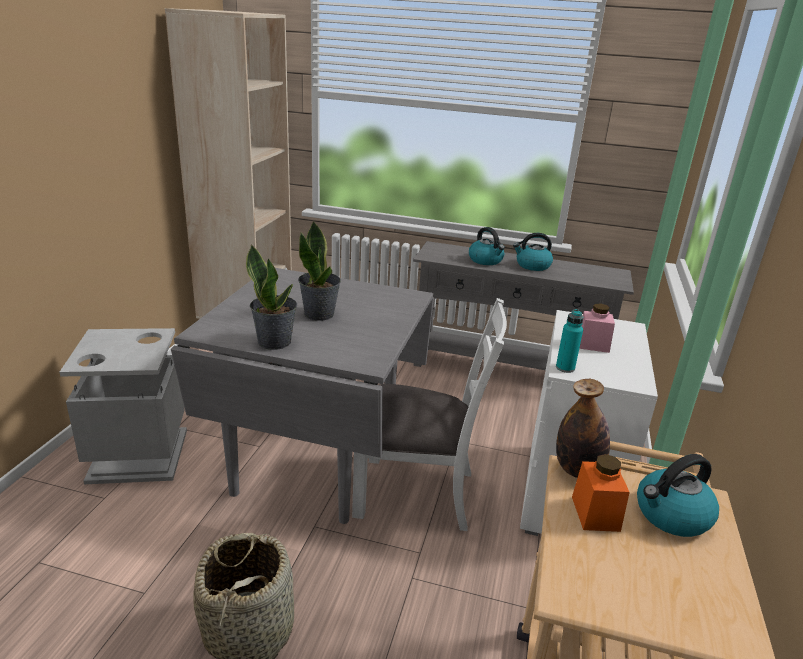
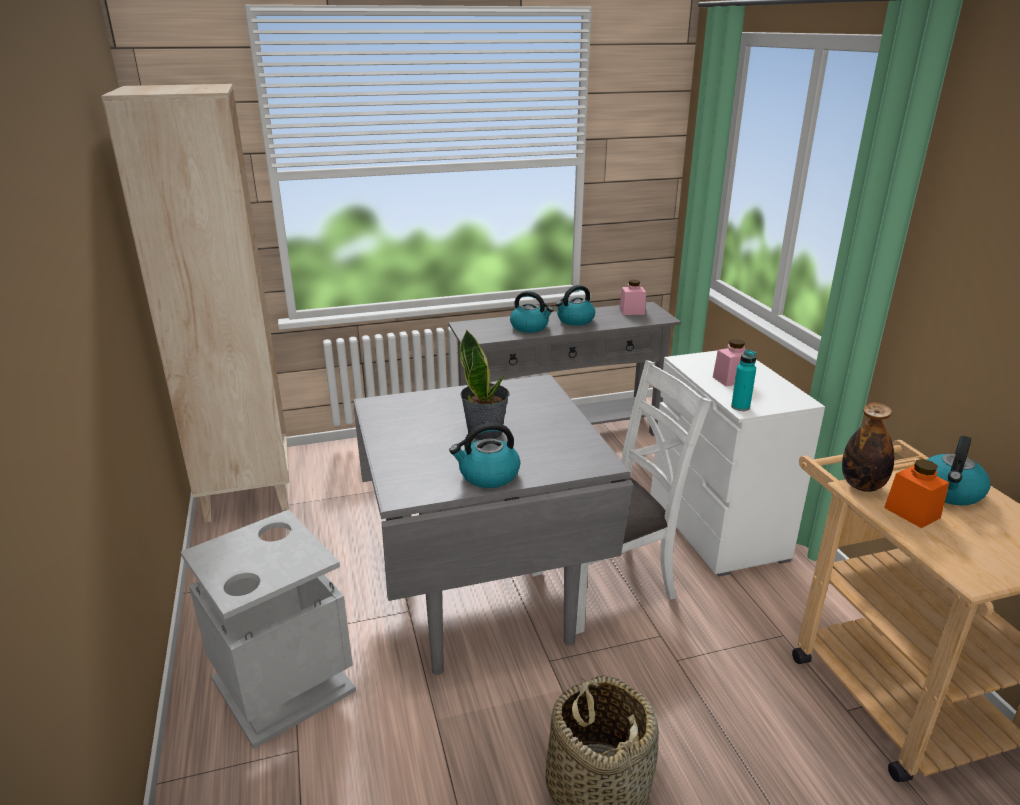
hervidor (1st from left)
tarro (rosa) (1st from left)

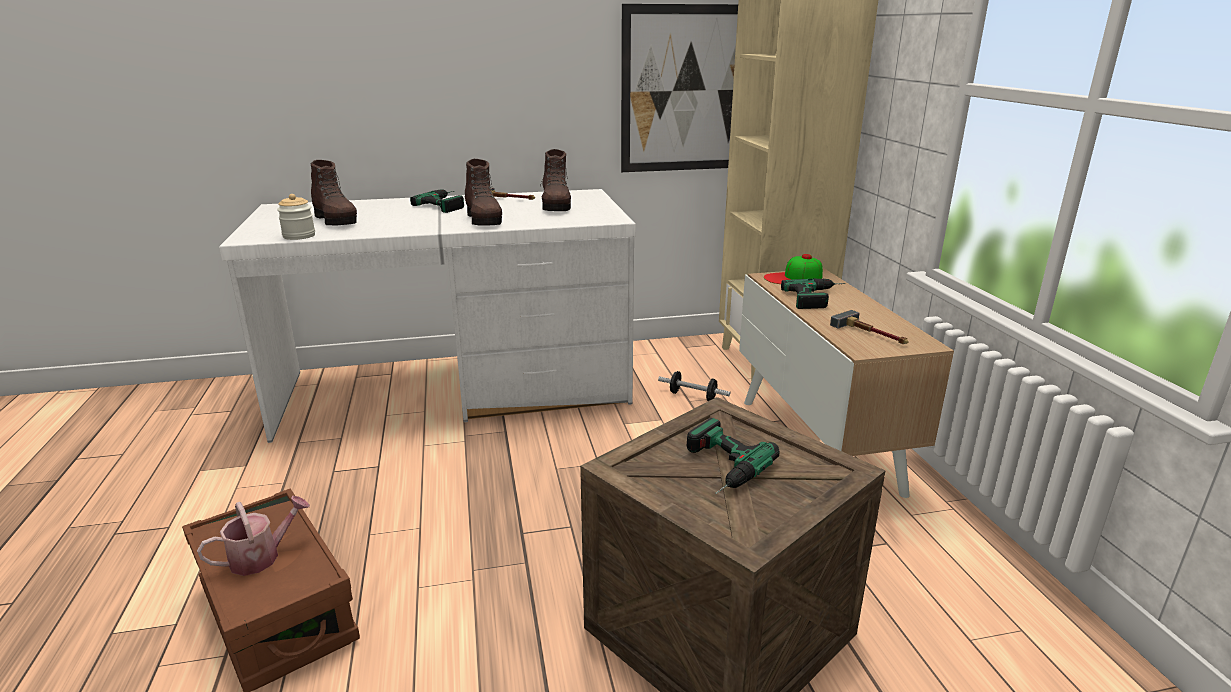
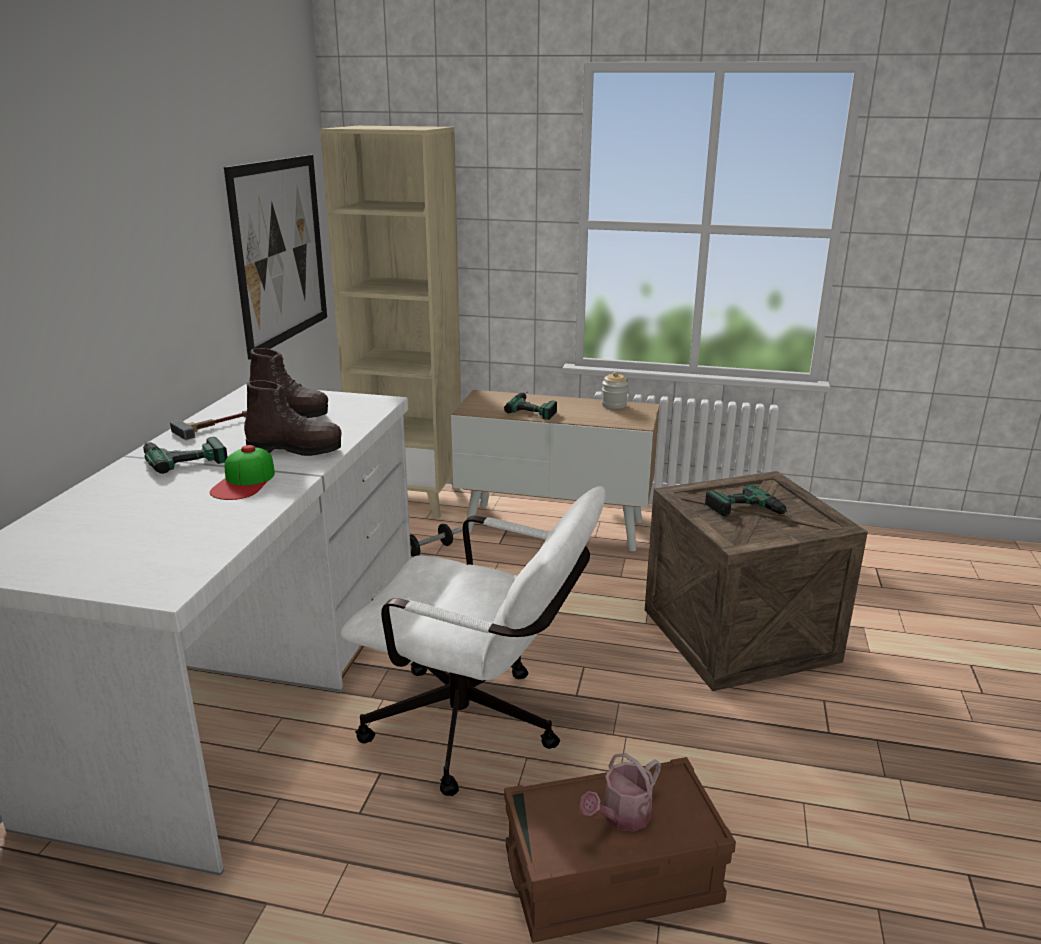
regadera
tarro
bota (marrón) (1st from left in the first image)
gorra
martillo (2nd from left in the first image)
silla de oficina (blanco)

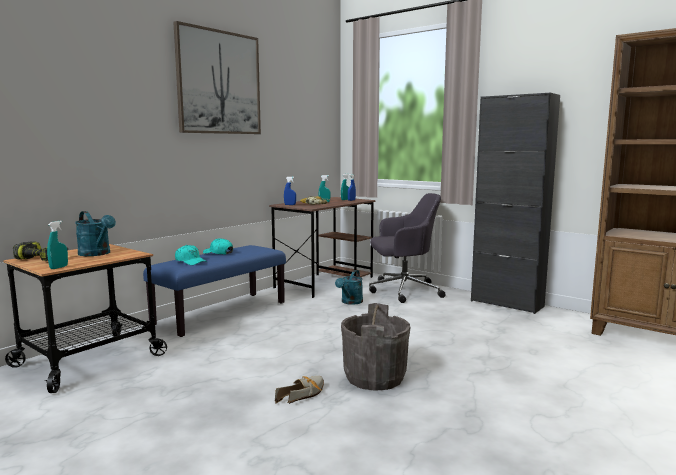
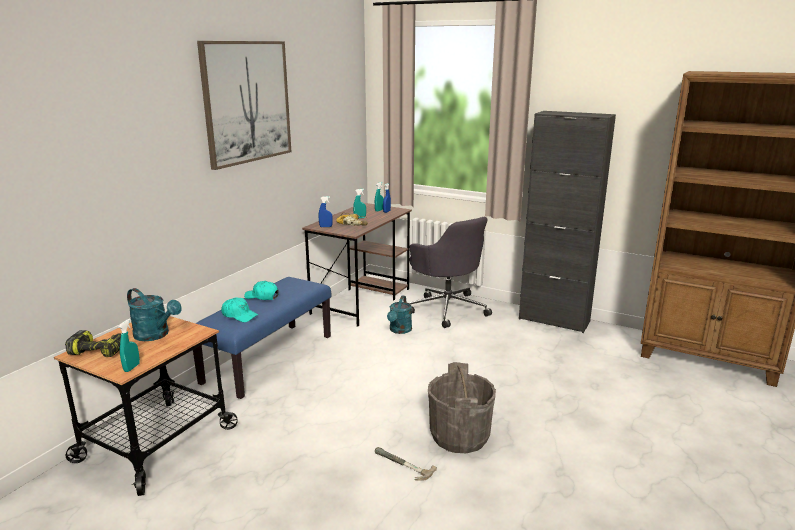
martillo
silla de oficina (gris)

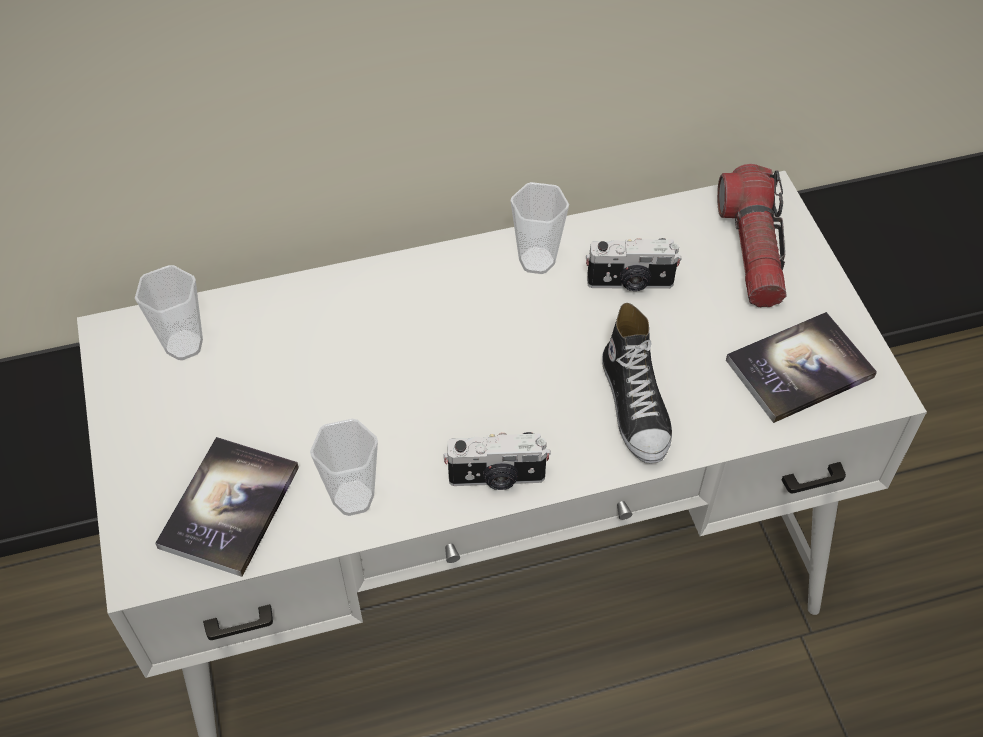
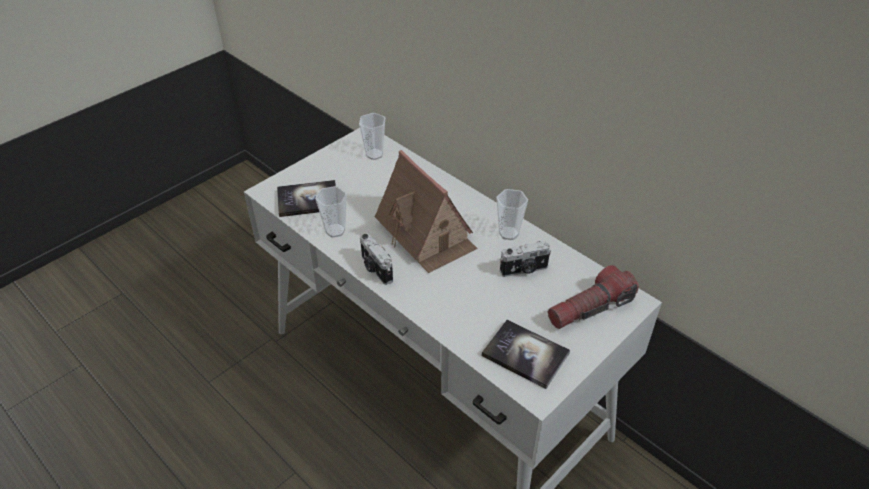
cámara (2nd from left)
zapato
casita

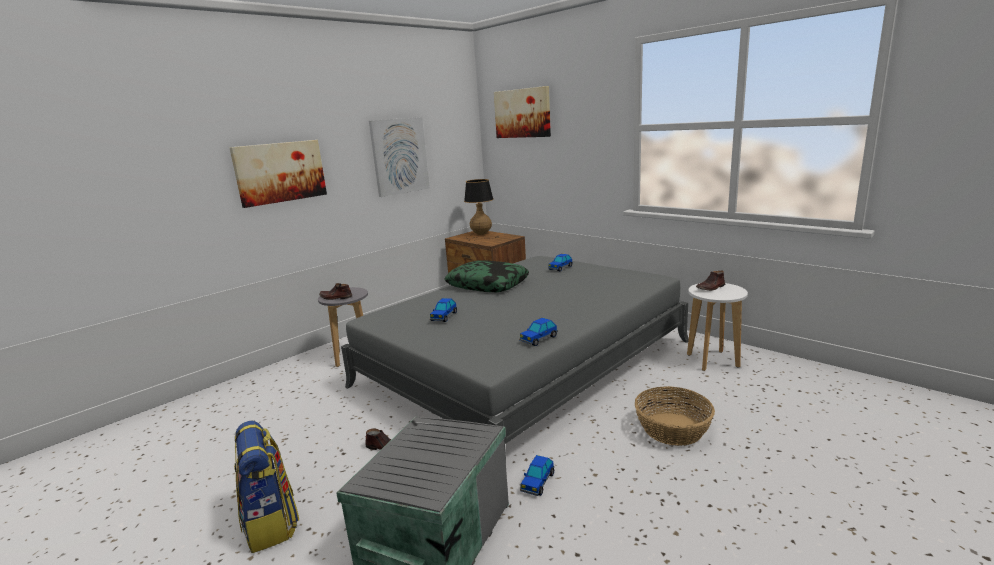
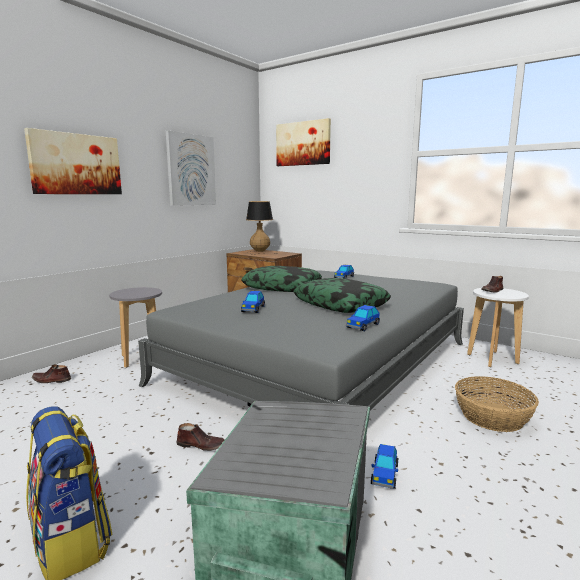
zapato (marrón) (1st from left)
cojín (2nd from left)

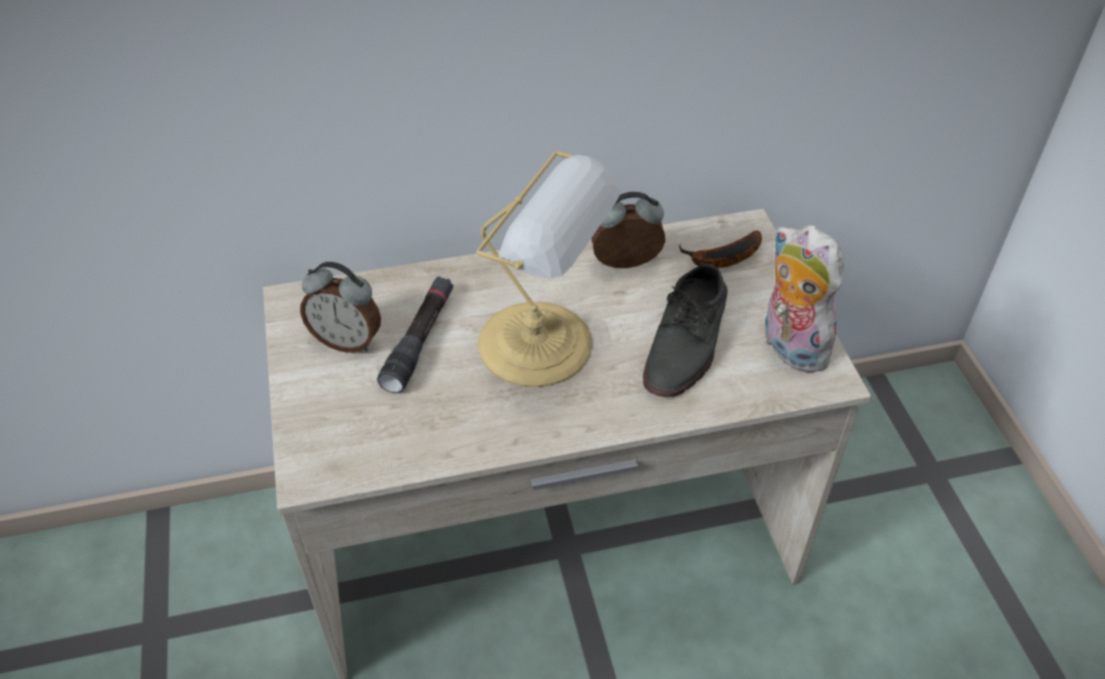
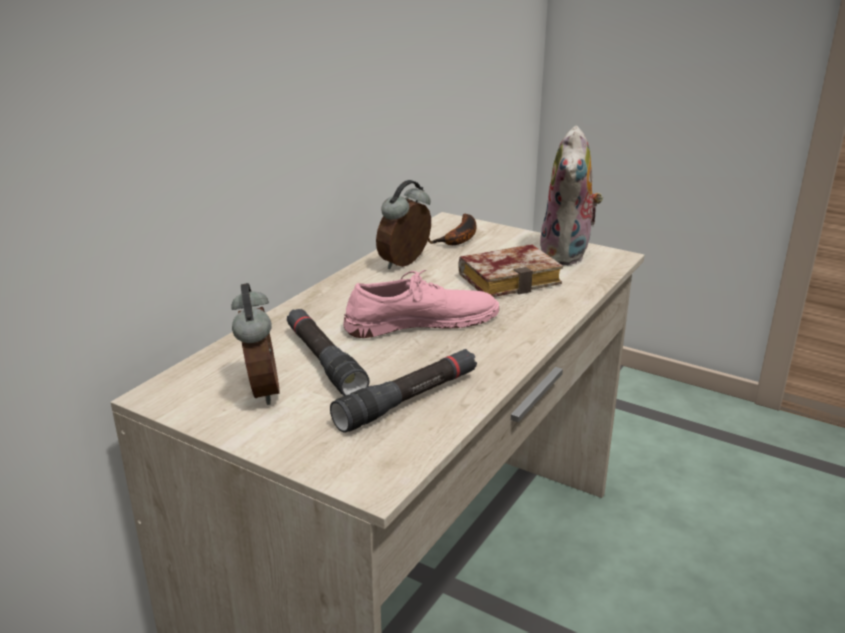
despertador (1st from left)
zapato (rosa)
libro
peluche
linterna (negro) (2nd from left)

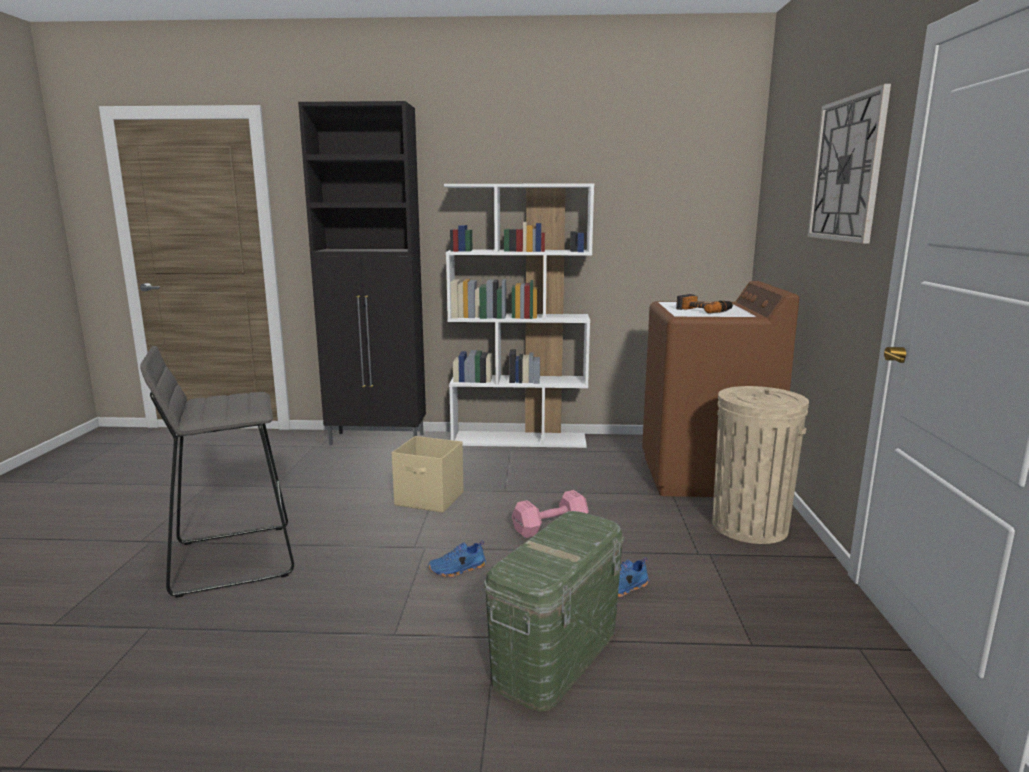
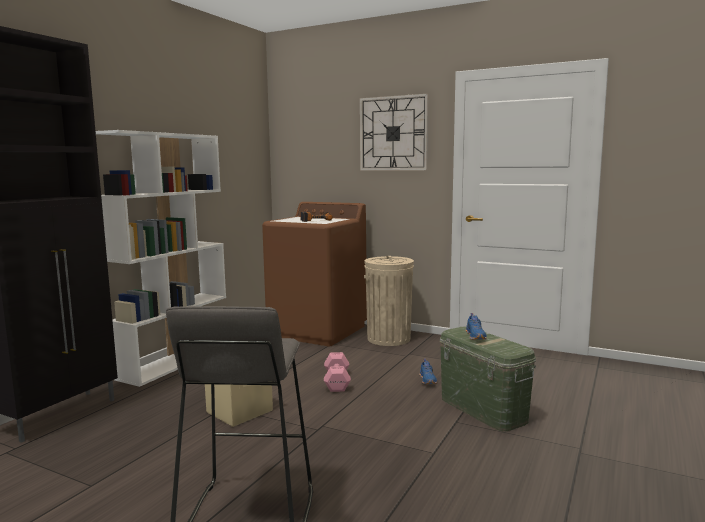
zapato (azul) (2nd from left)

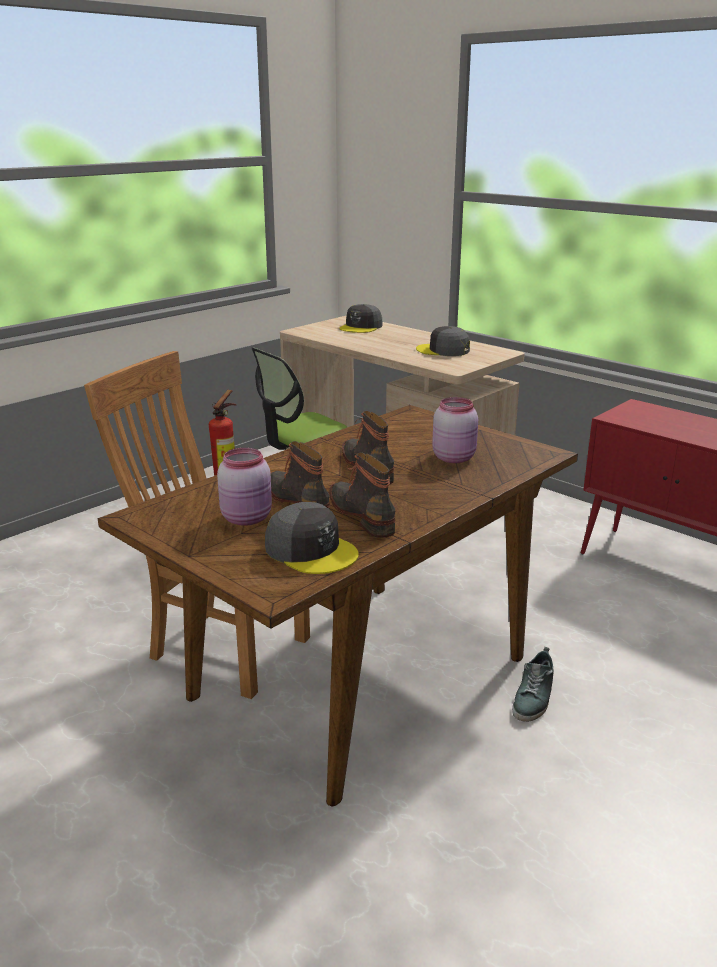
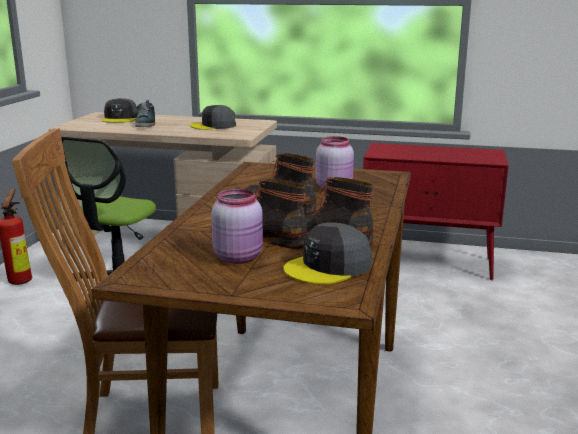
gorra (gris) (3rd from left)
zapato

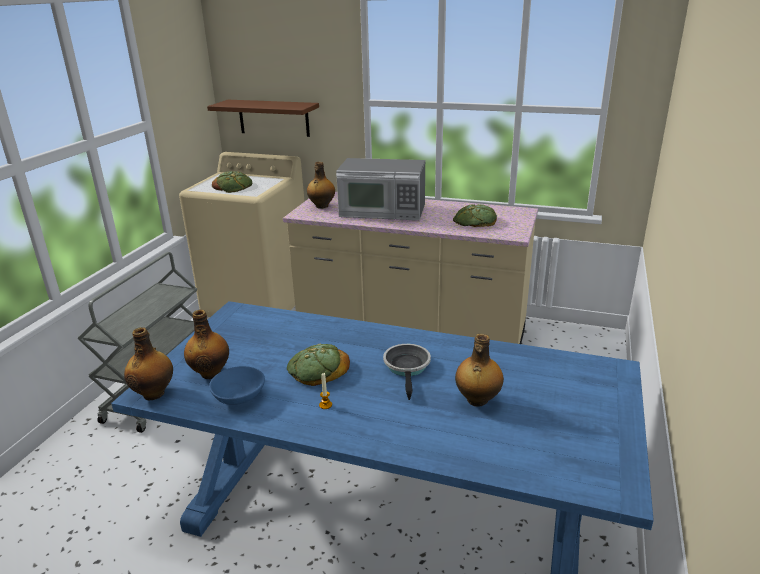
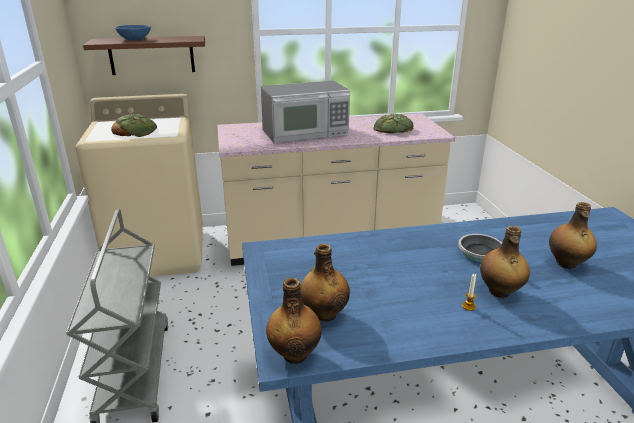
cuenco (azul)
pan (2nd from left in the first image)
botella (3rd from left)

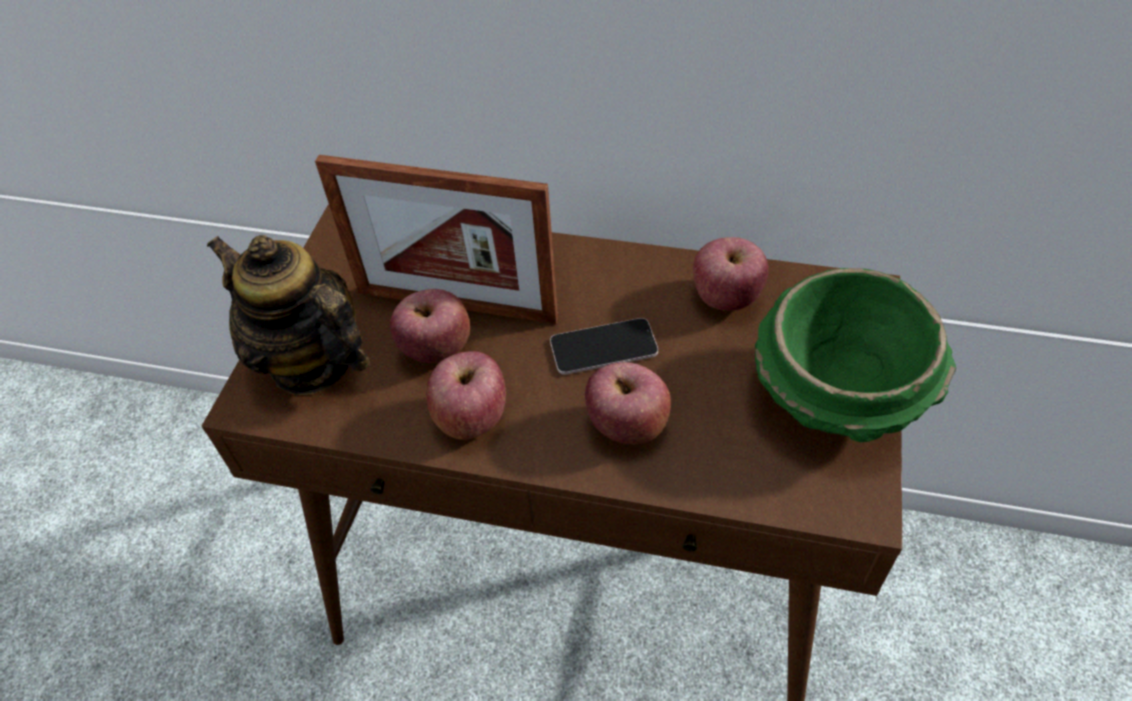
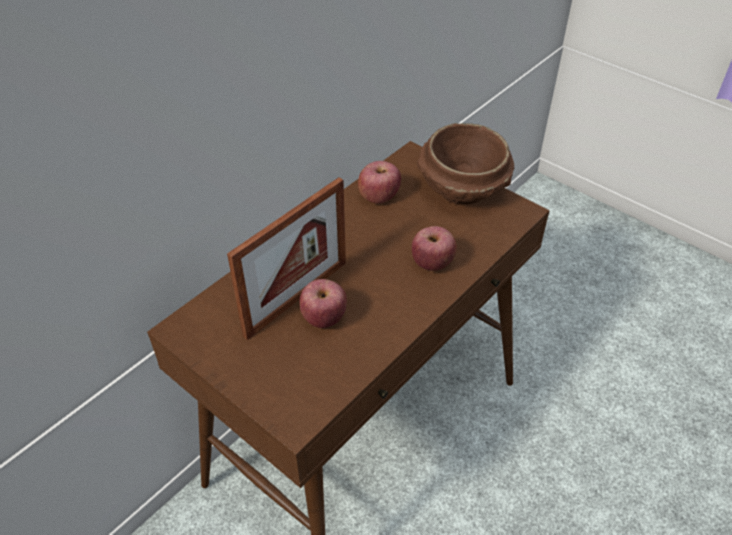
tetera
manzana (2nd from left in the first image)
móvil
cuenco (marrón)

